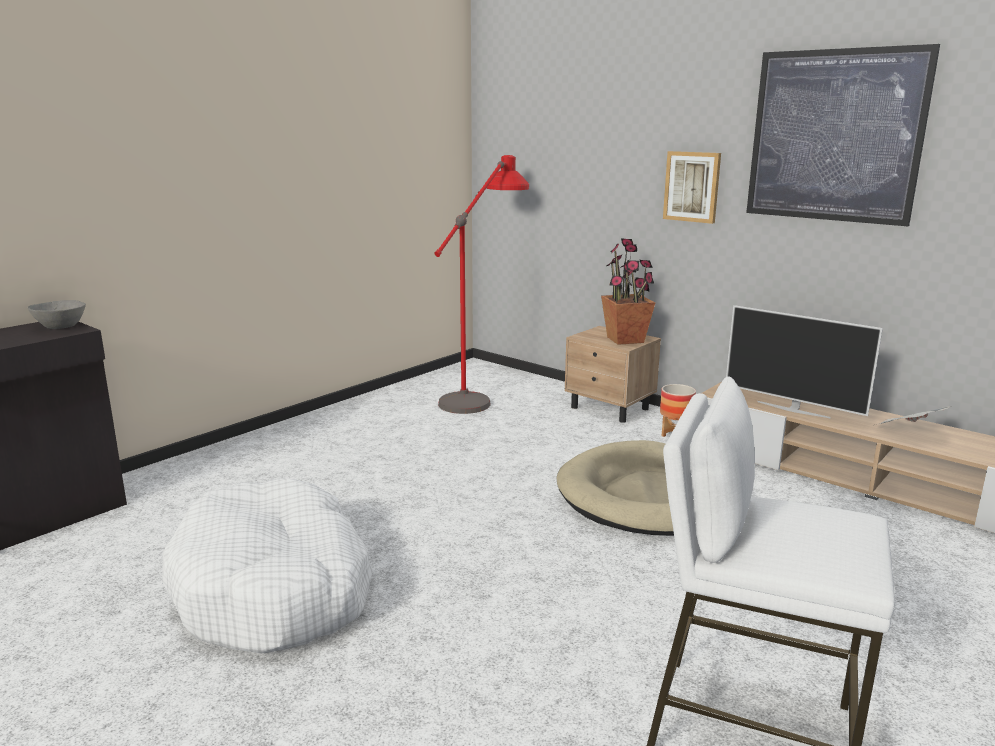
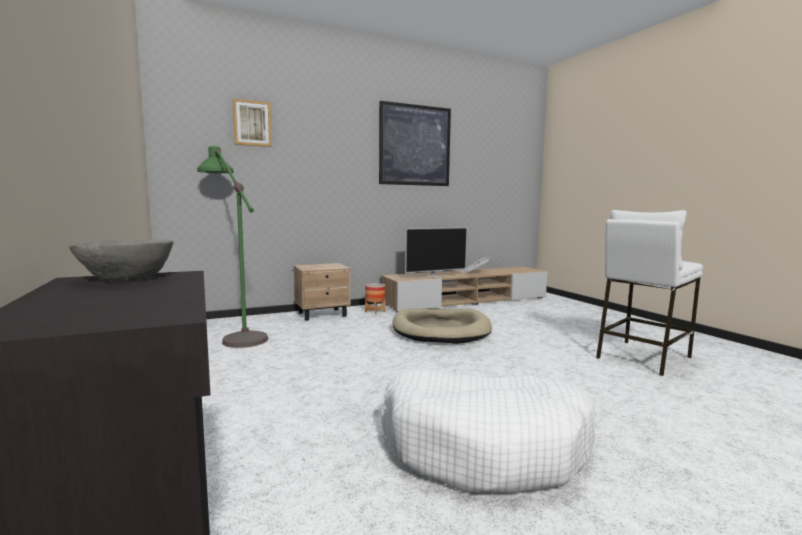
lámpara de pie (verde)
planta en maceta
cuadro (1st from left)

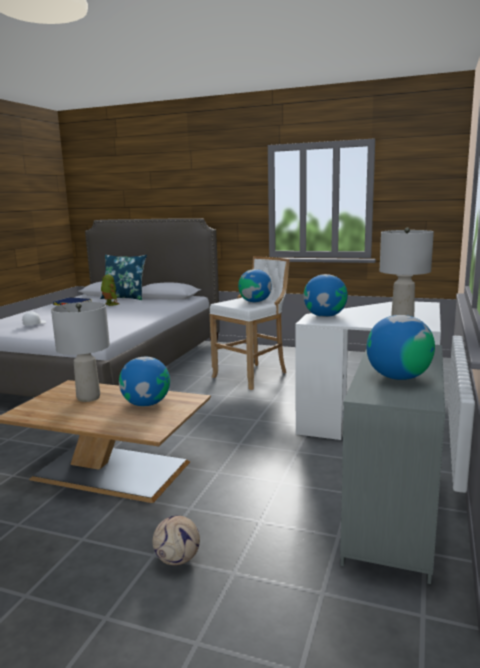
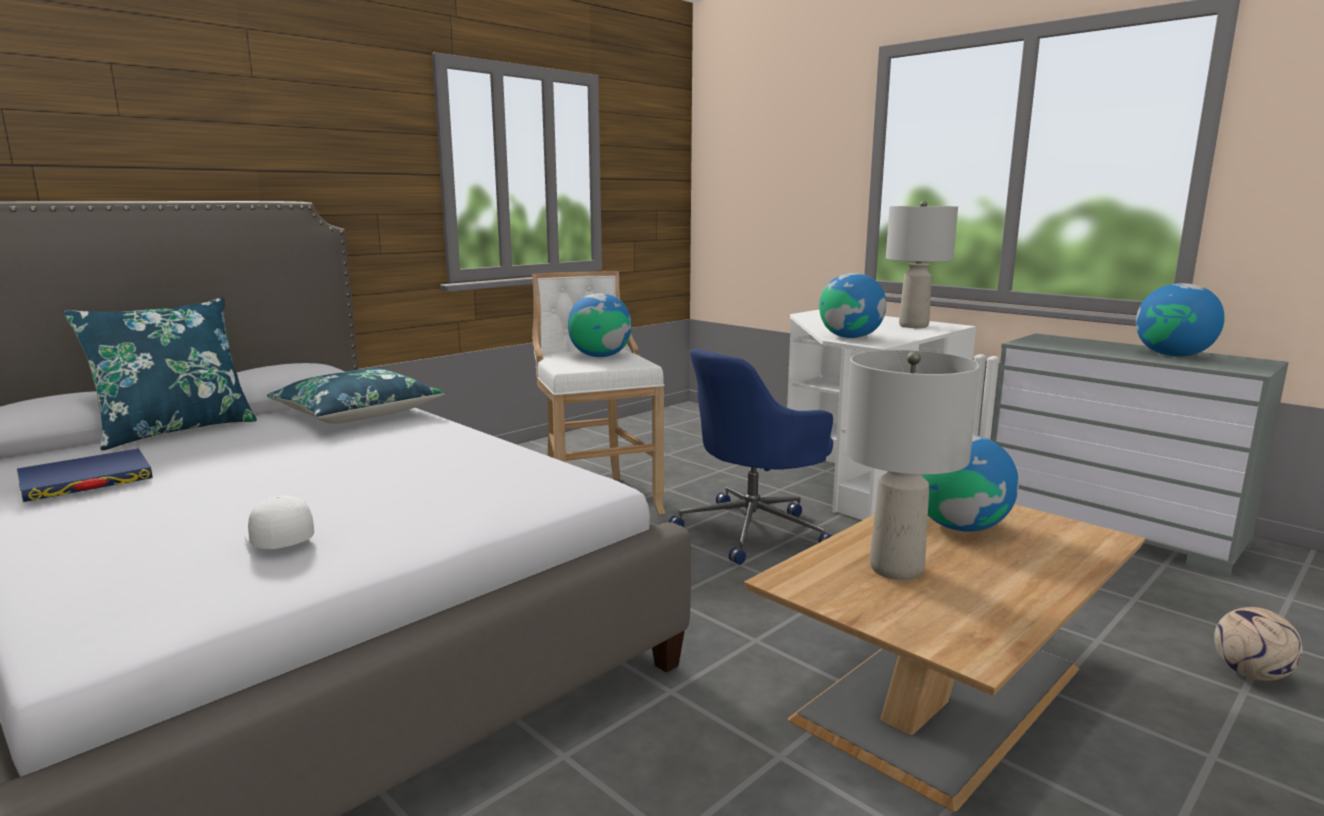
robot de juguete
cojín (azul) (2nd from left)
silla de oficina (azul)

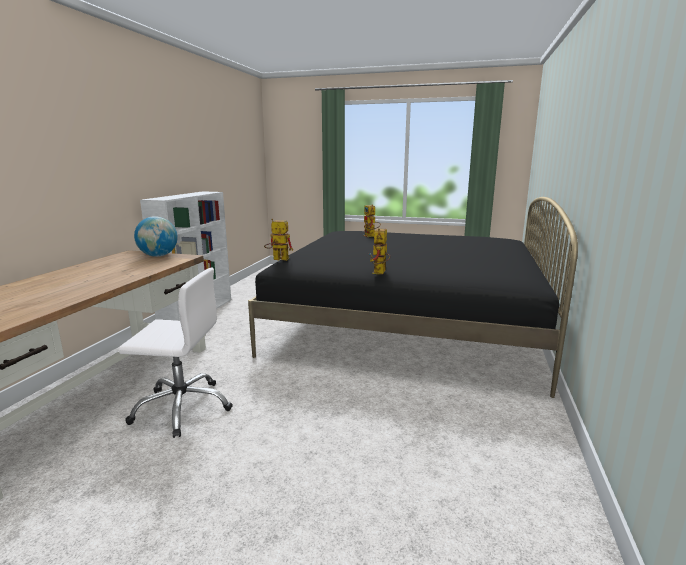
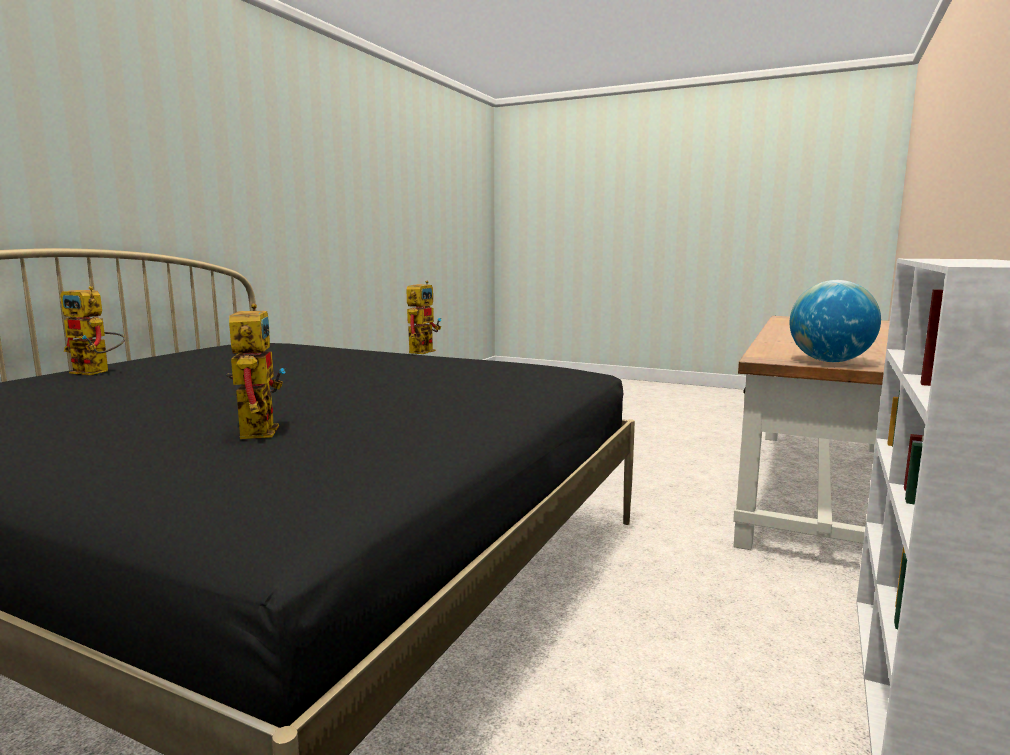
silla de oficina (blanco)
robot de juguete (1st from left)

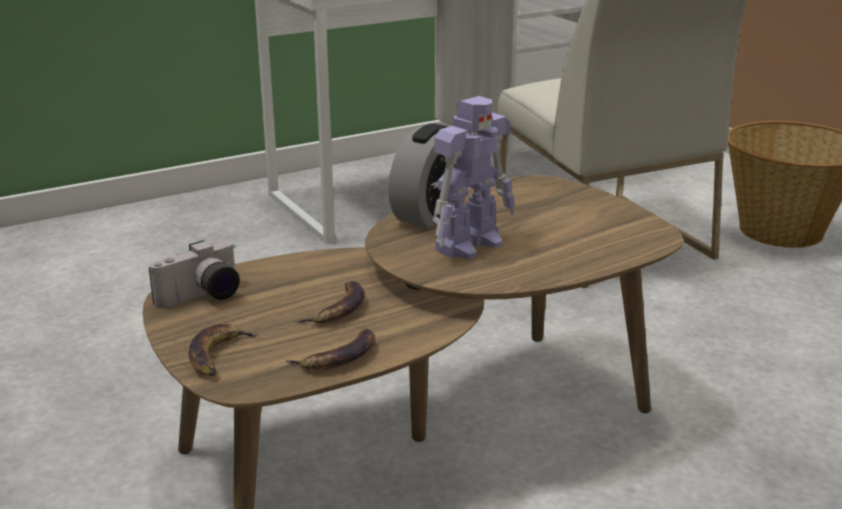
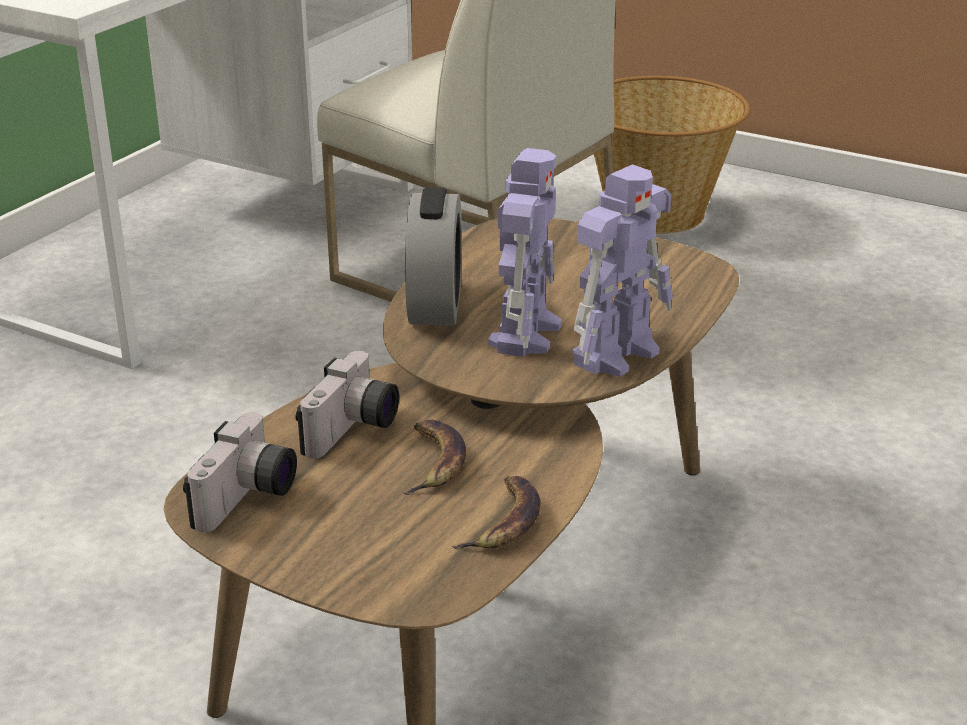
plátano (1st from left in the first image)
cámara (2nd from left)
robot de juguete (2nd from left)

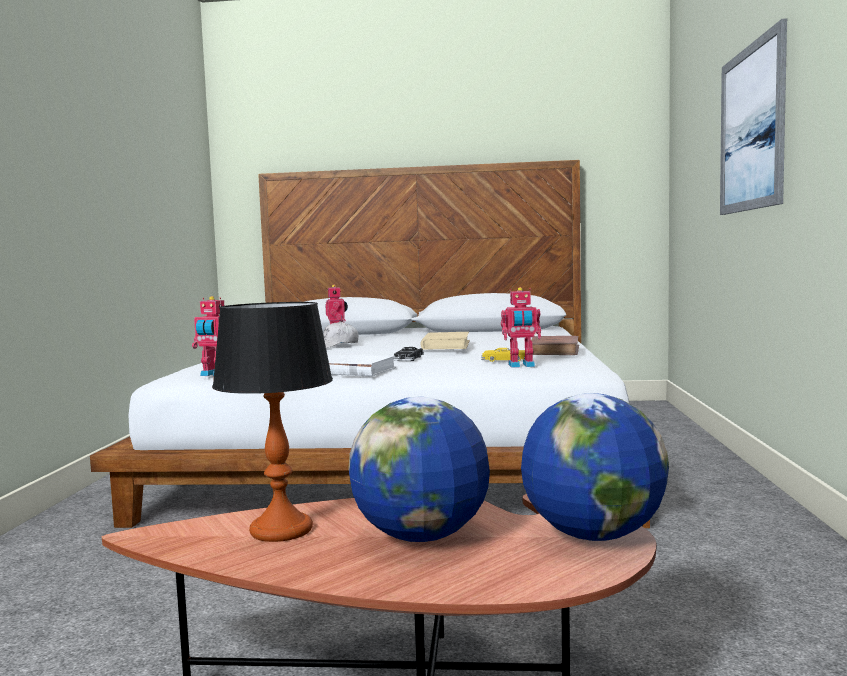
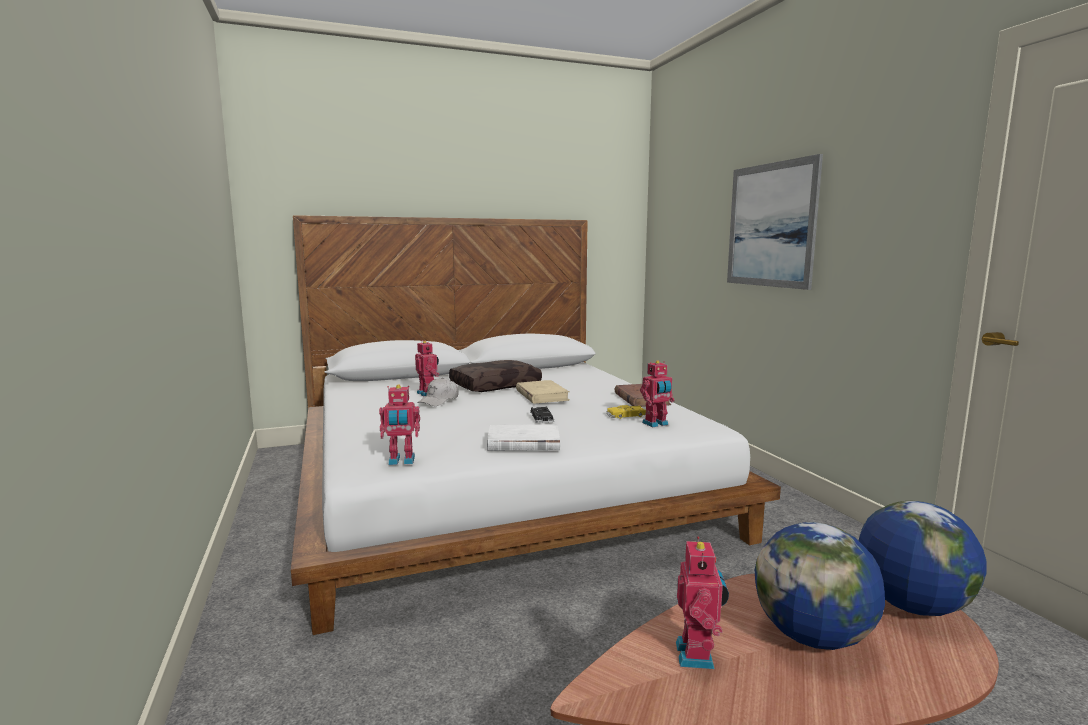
robot de juguete (4th from left)
cojín (marrón)

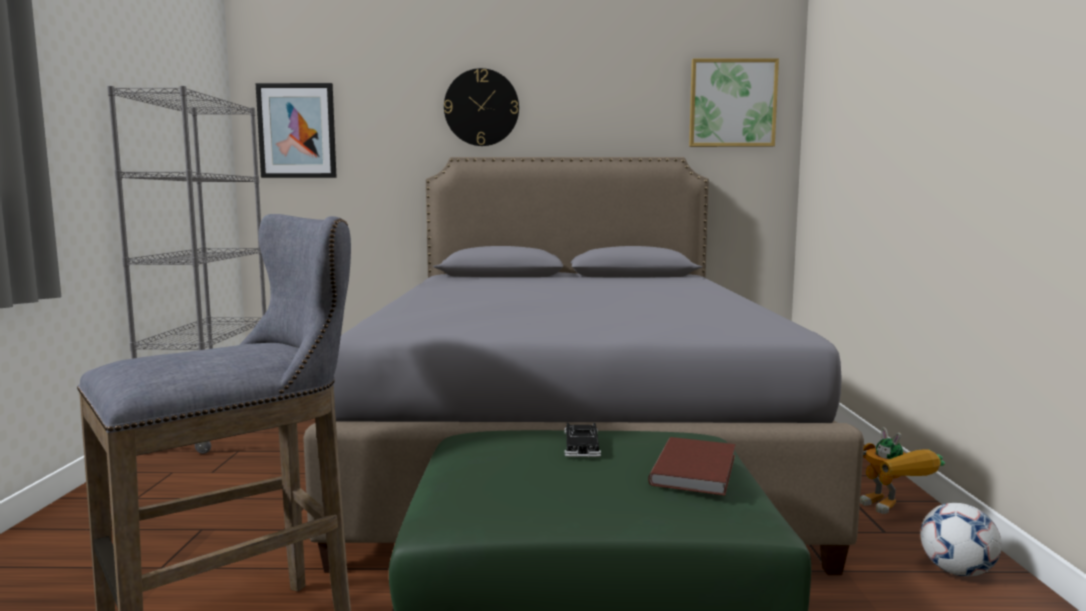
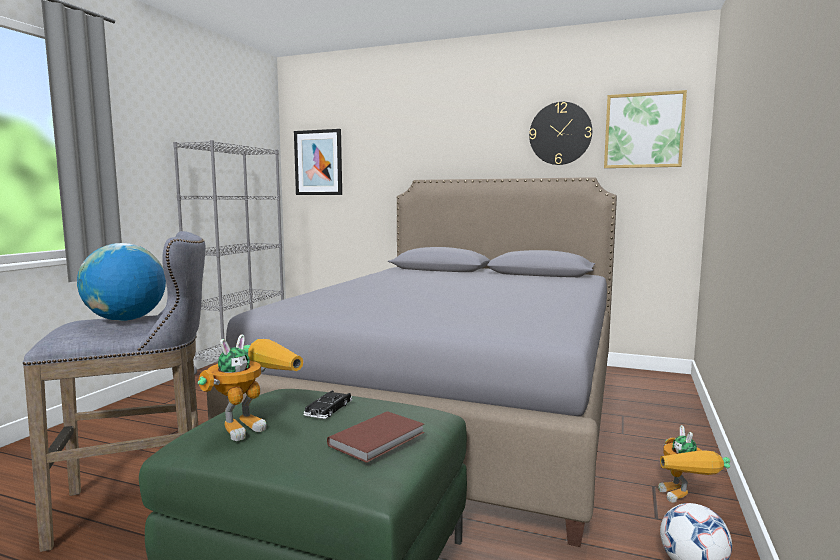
reloj de pared
globo terráqueo
robot de juguete (1st from left)

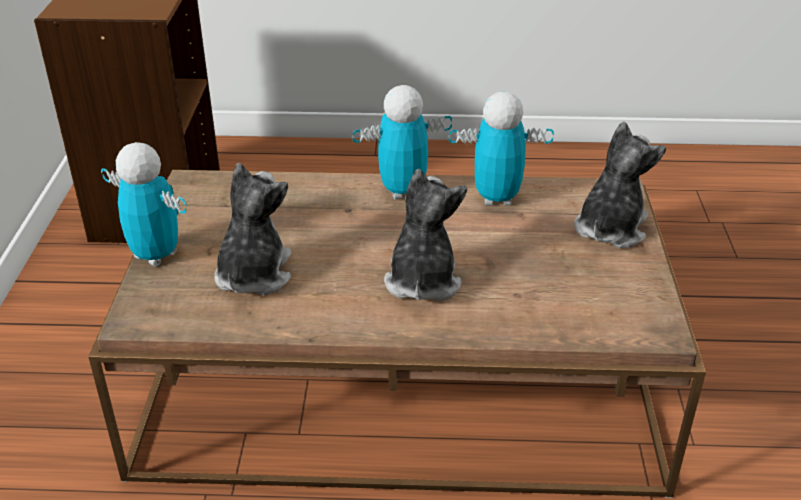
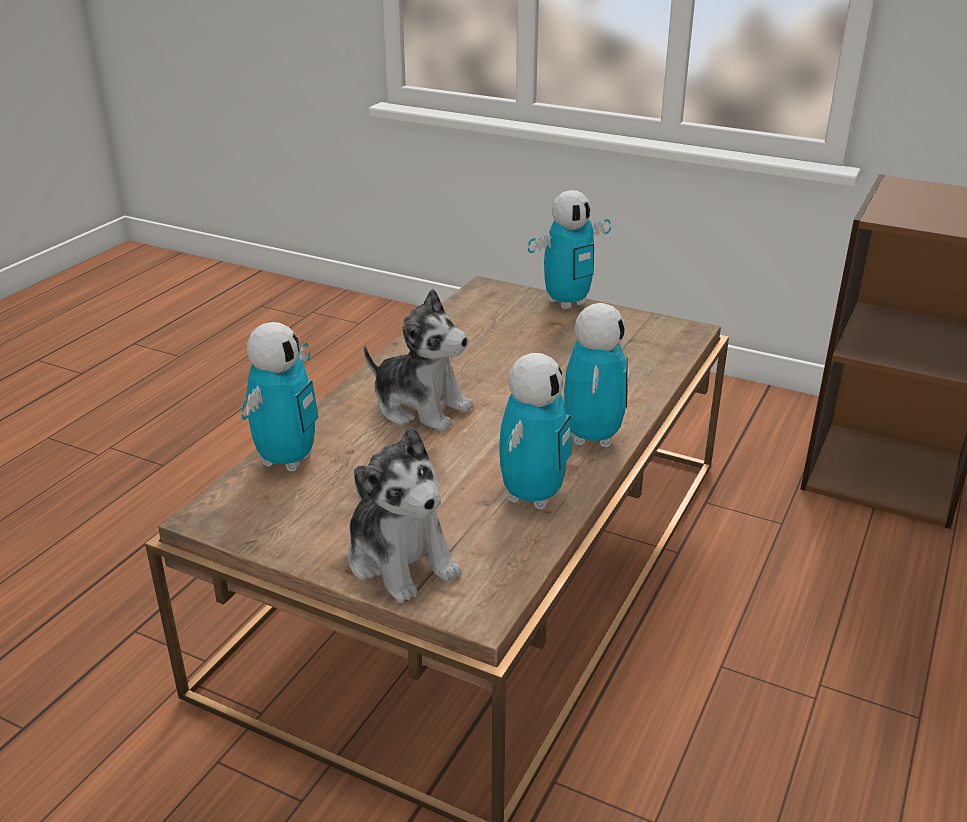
peluche (1st from left in the first image)
robot de juguete (1st from left)

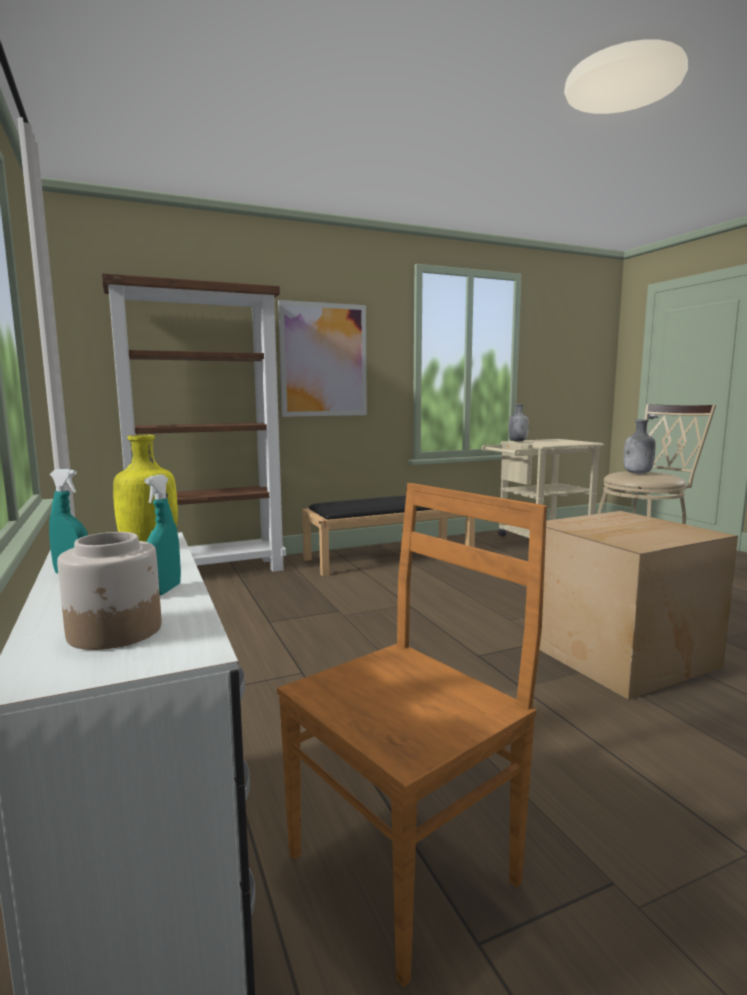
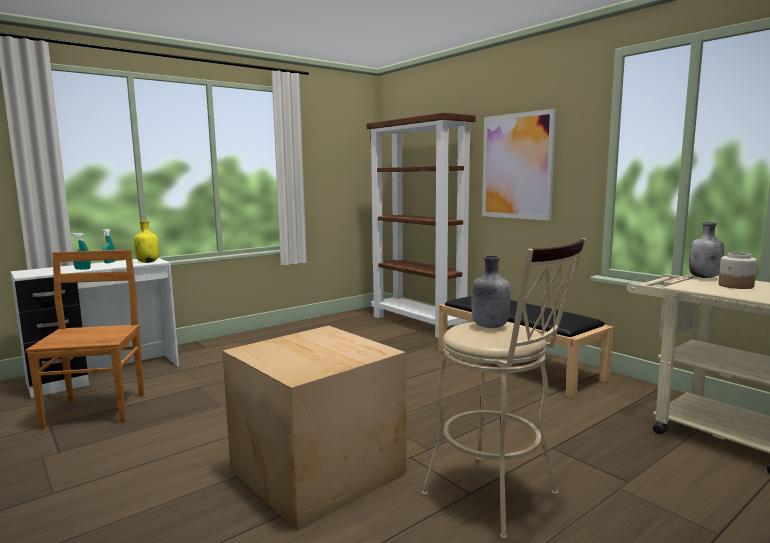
tarro
silla (marrón)

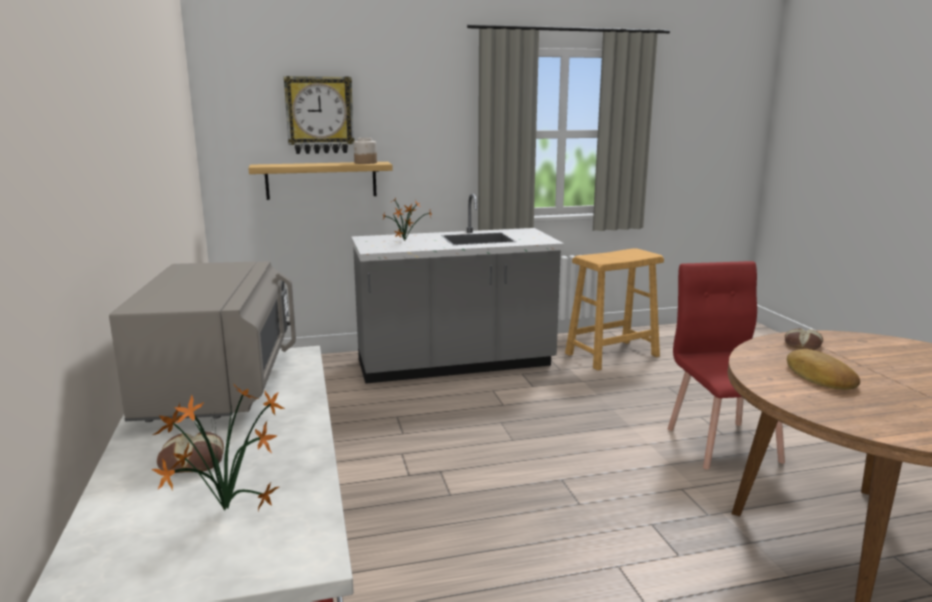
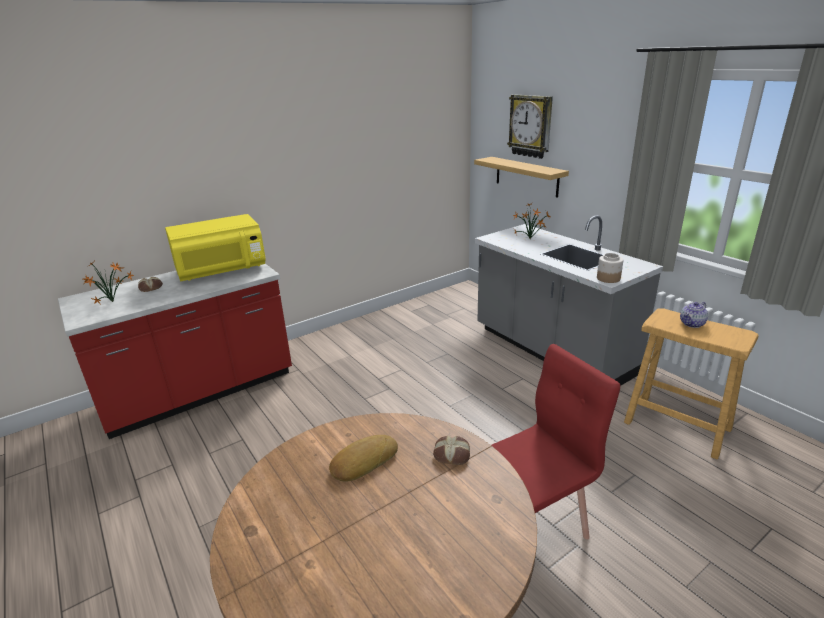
microondas (amarillo)
tarro
tetera

